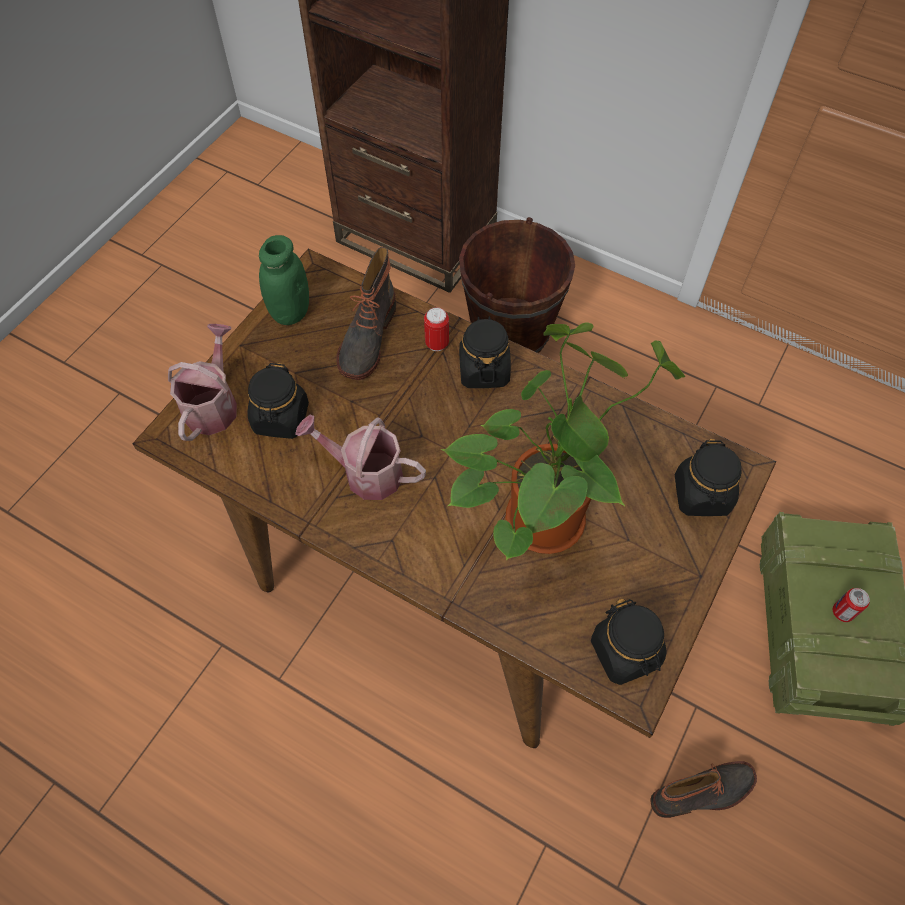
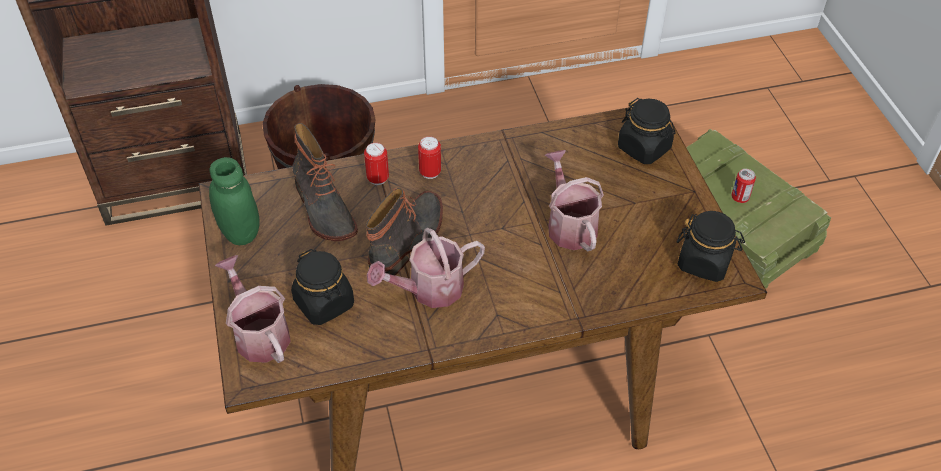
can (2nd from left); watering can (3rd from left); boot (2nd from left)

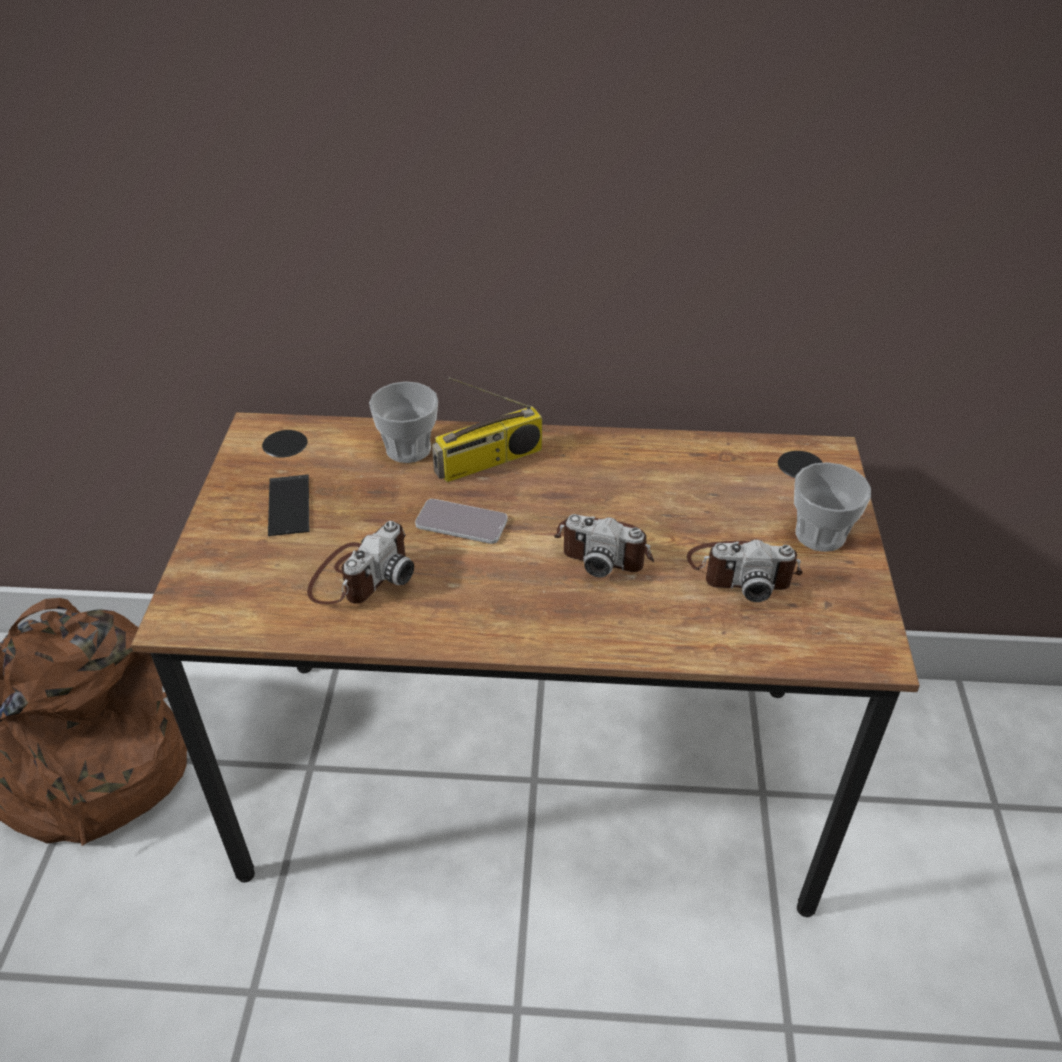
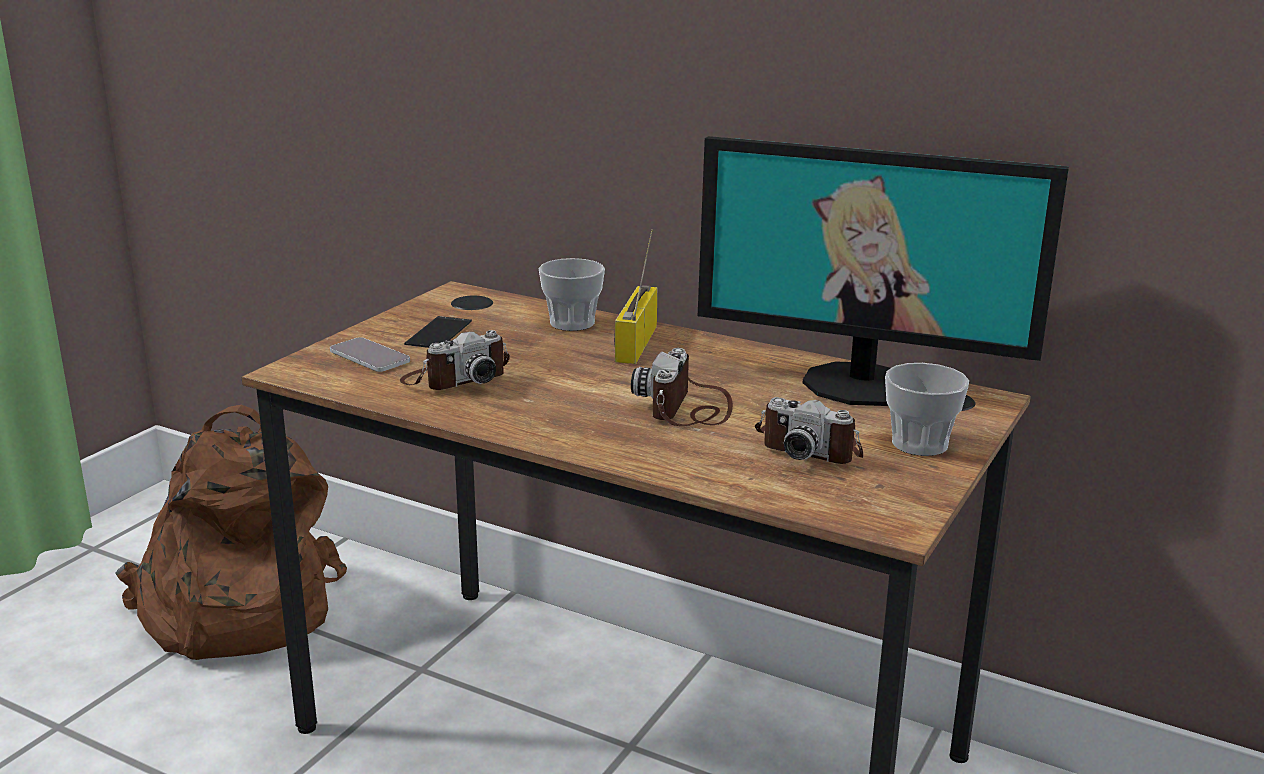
radio; phone (1st from left); photo camera (2nd from left); monitor

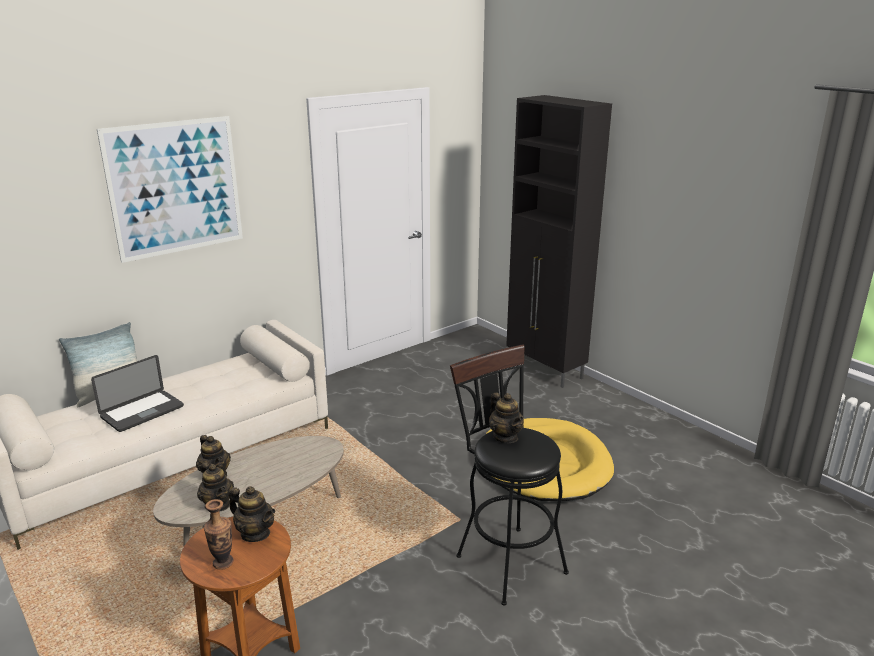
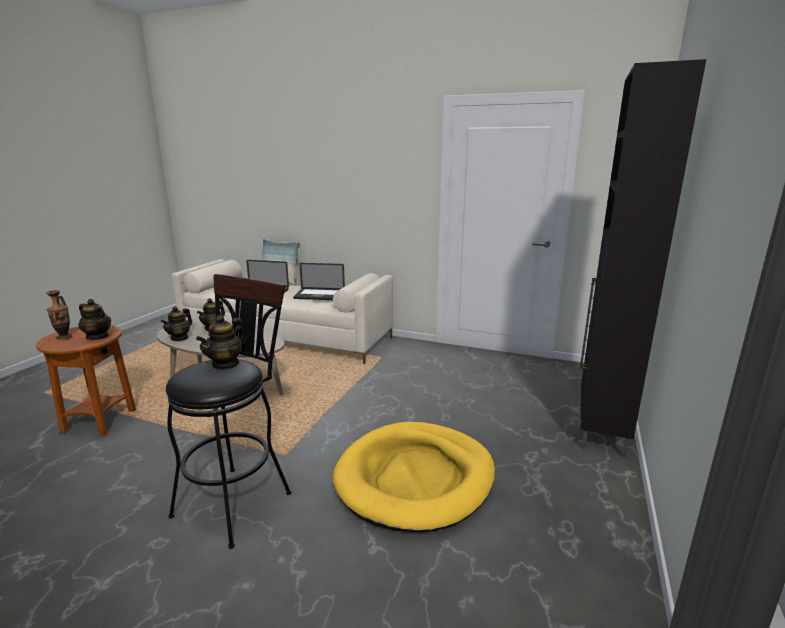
picture; teapot (1st from left); laptop (2nd from left)

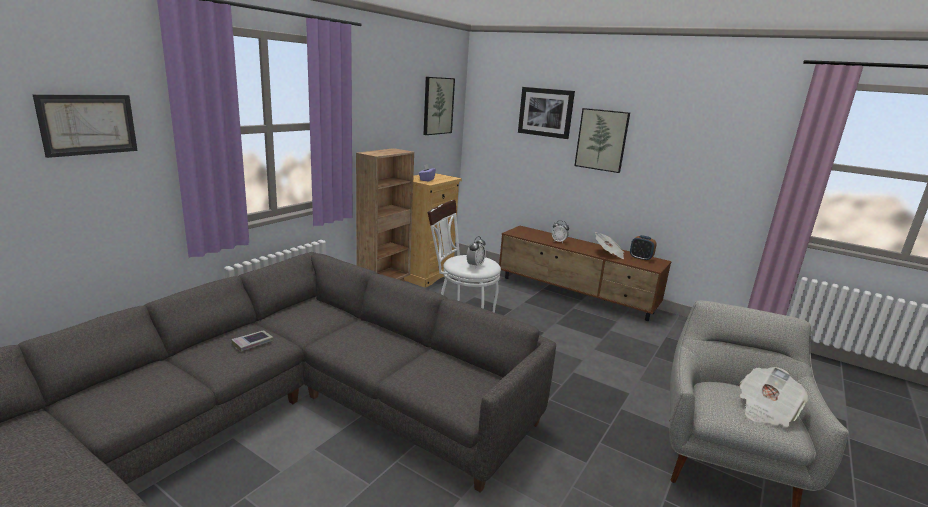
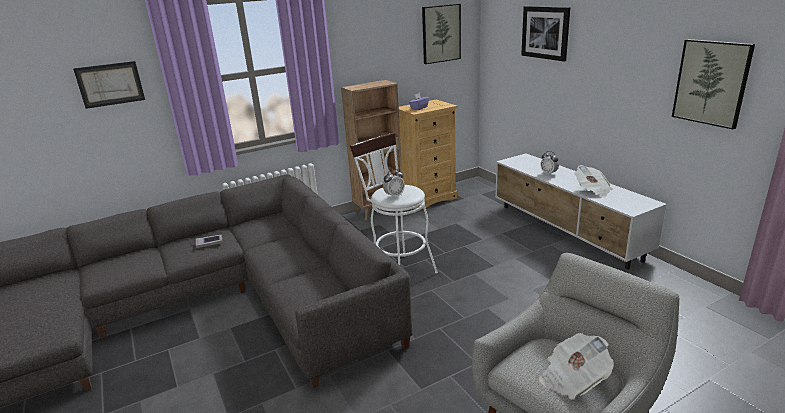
picture (4th from left); tv stand (white); alarm clock (3rd from left in the first image)

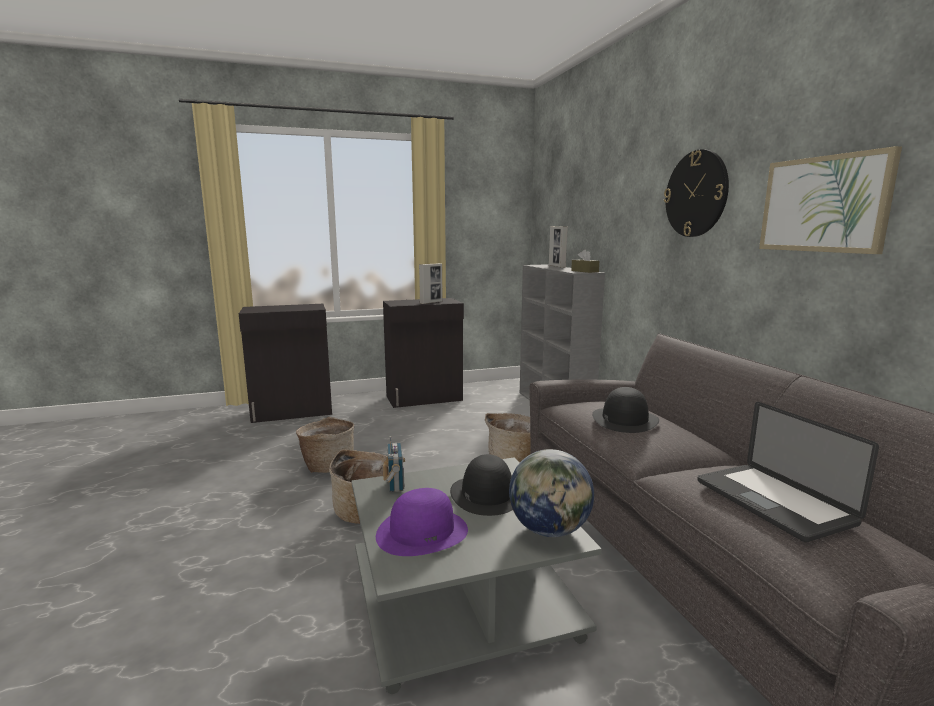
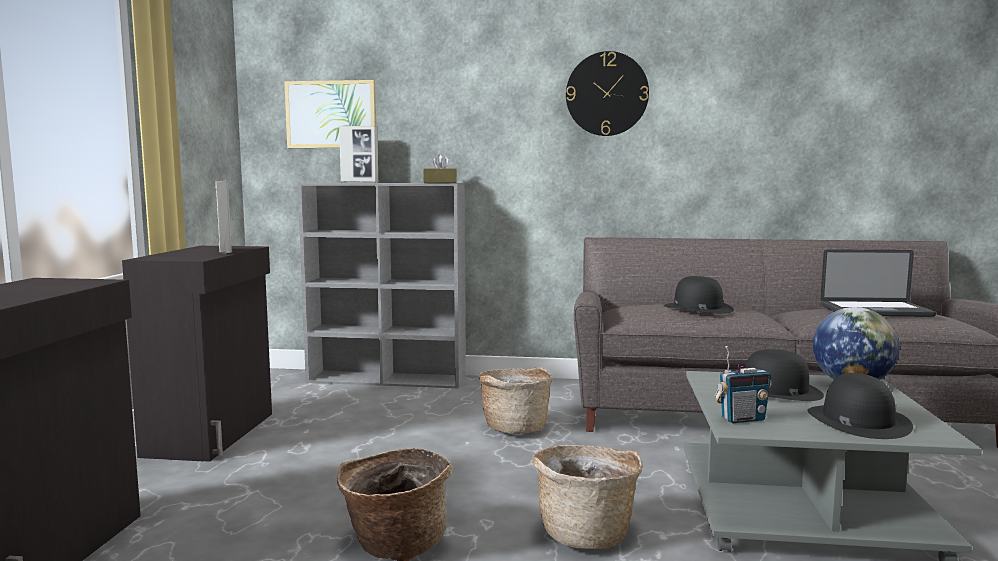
picture; radio; hat (black) (3rd from left)

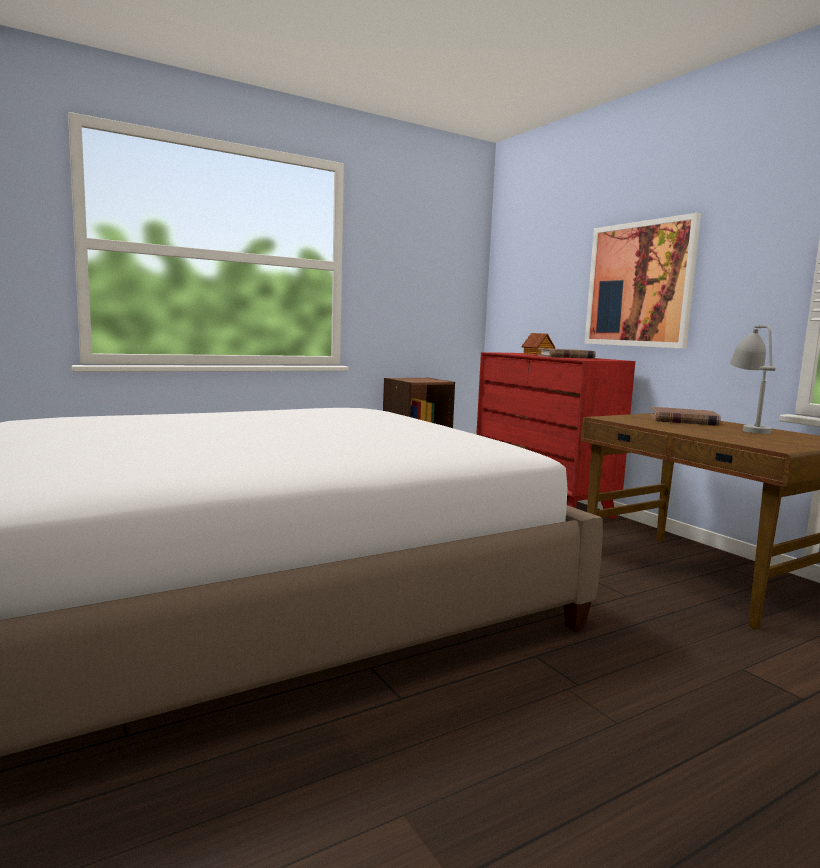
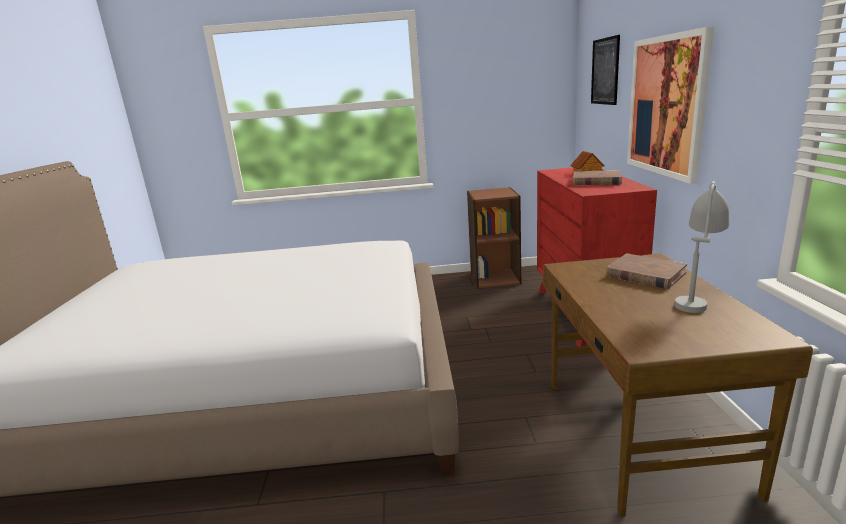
picture (1st from left)

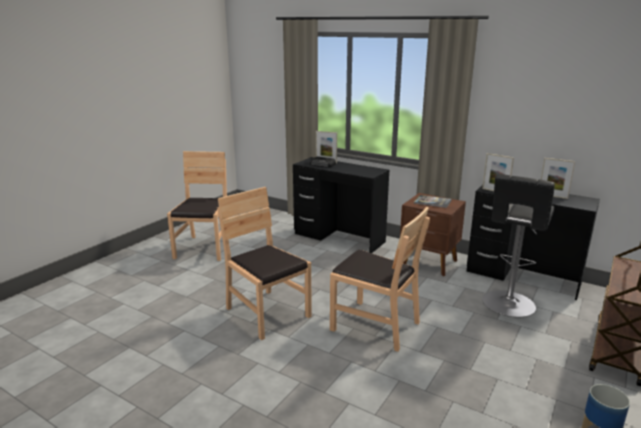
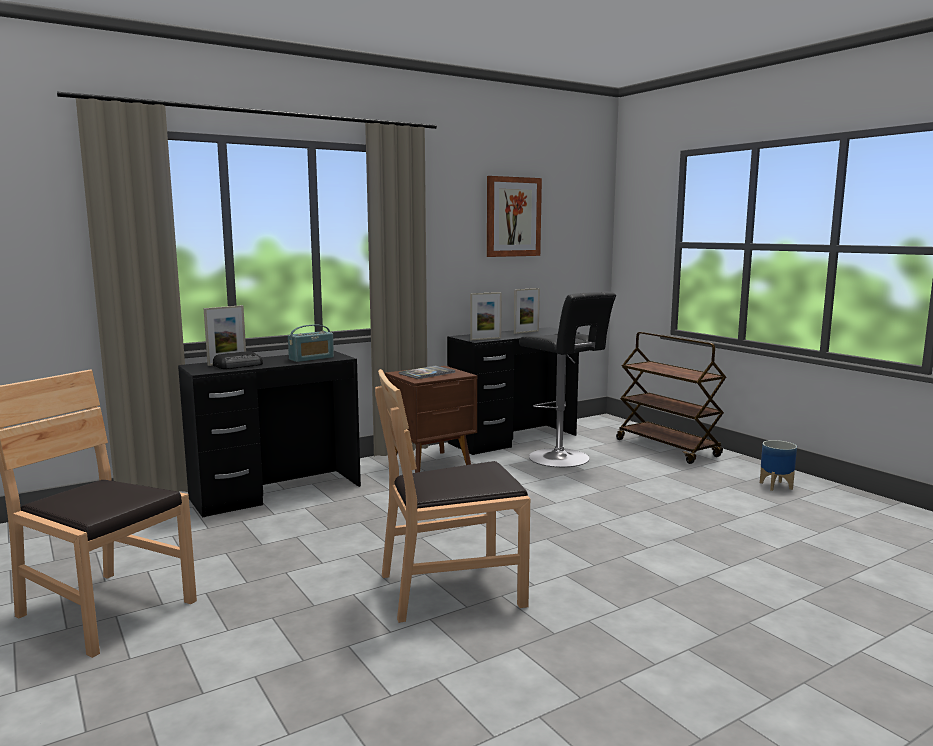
chair (brown) (3rd from left in the first image); picture; radio (2nd from left)

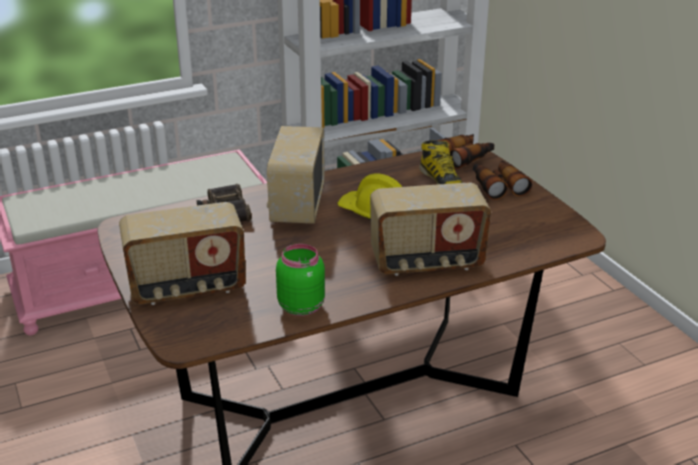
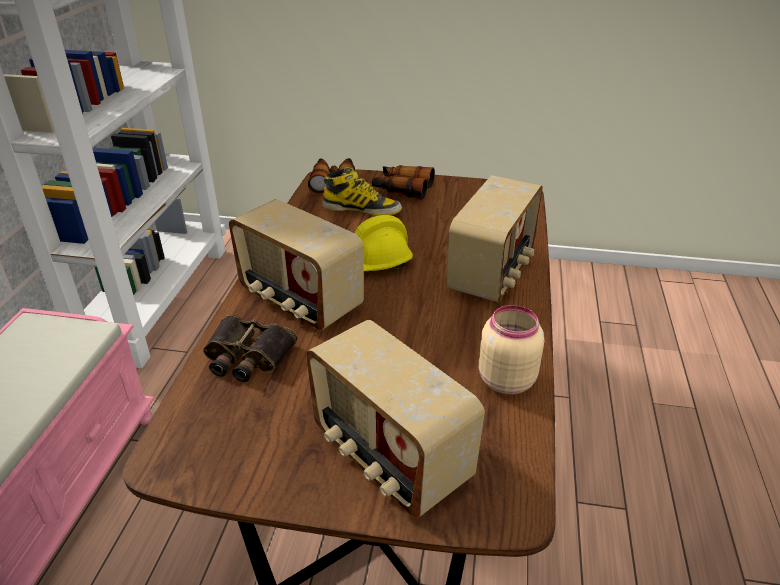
radio (2nd from left); jar (beige)

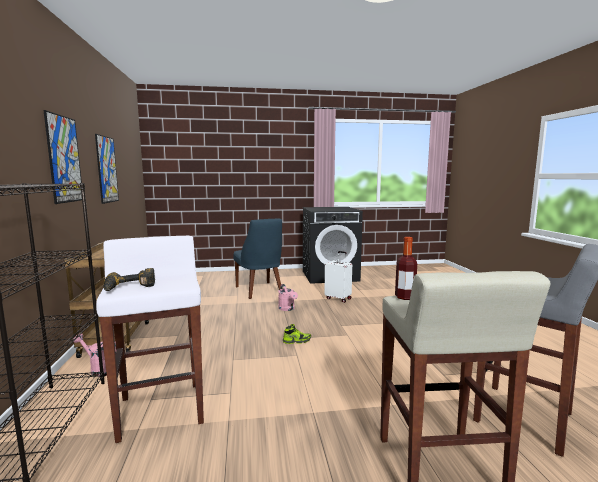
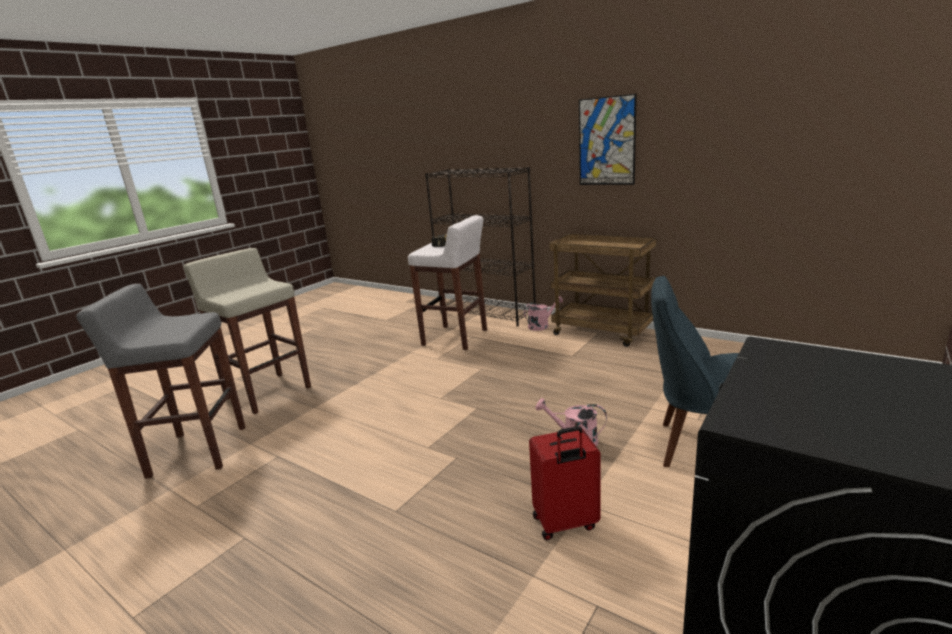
picture (2nd from left in the first image); bottle; suitcase (red); shoe

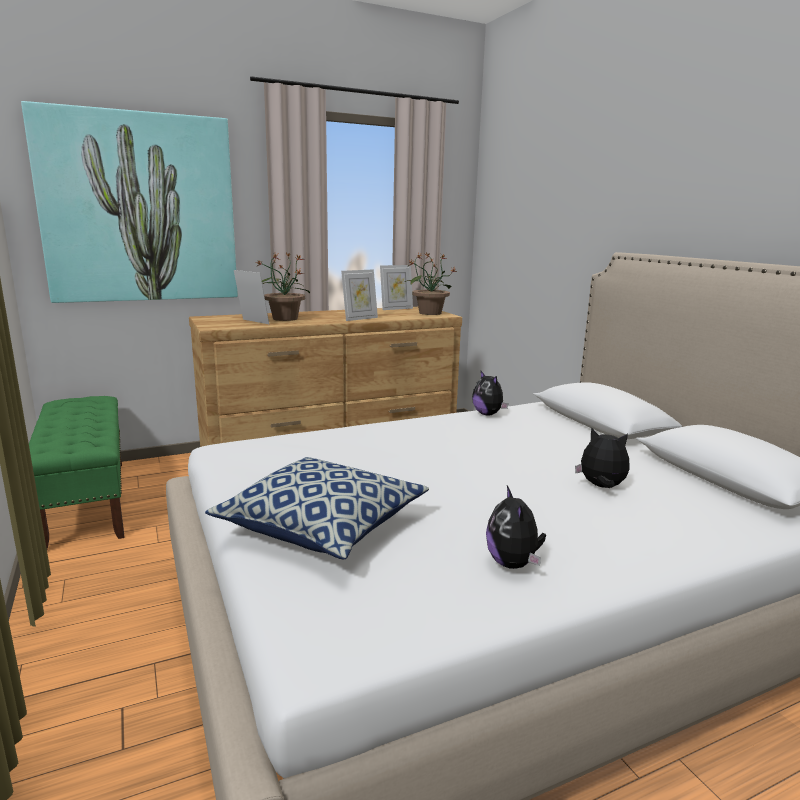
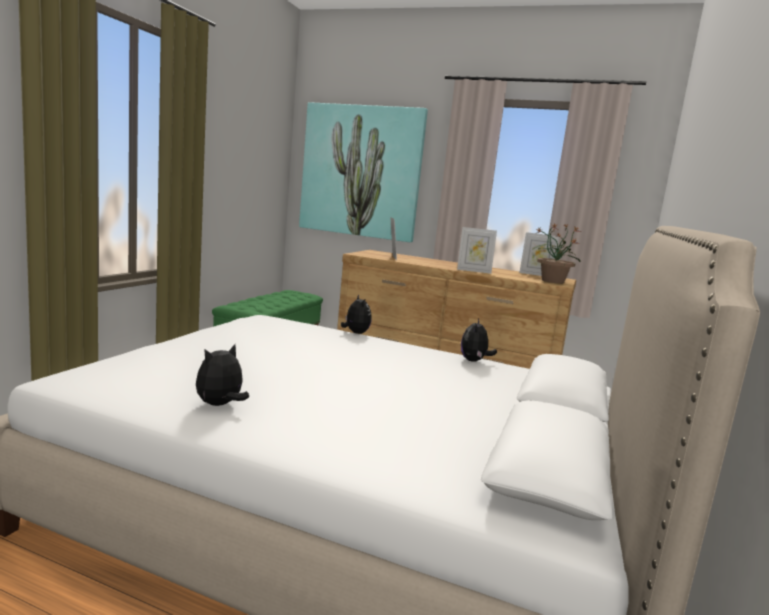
potted plant (1st from left in the first image); plush toy (2nd from left); pillow

